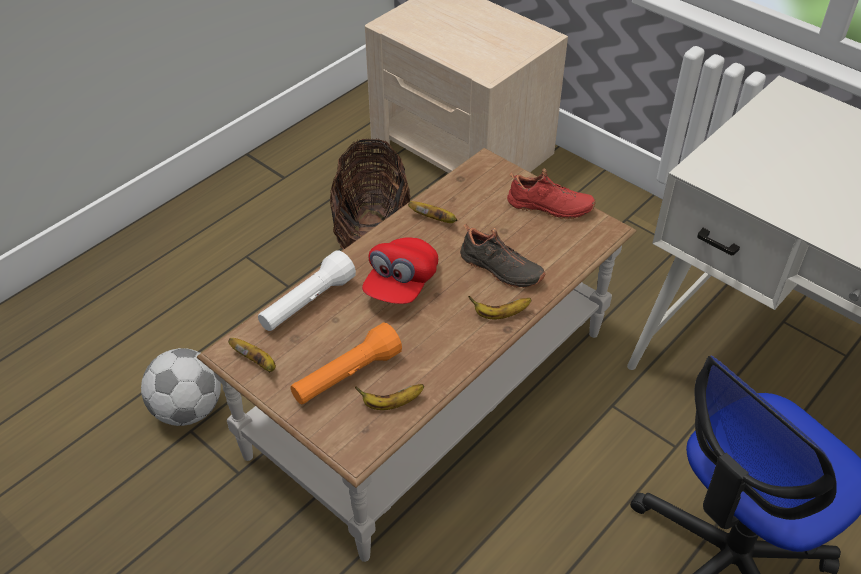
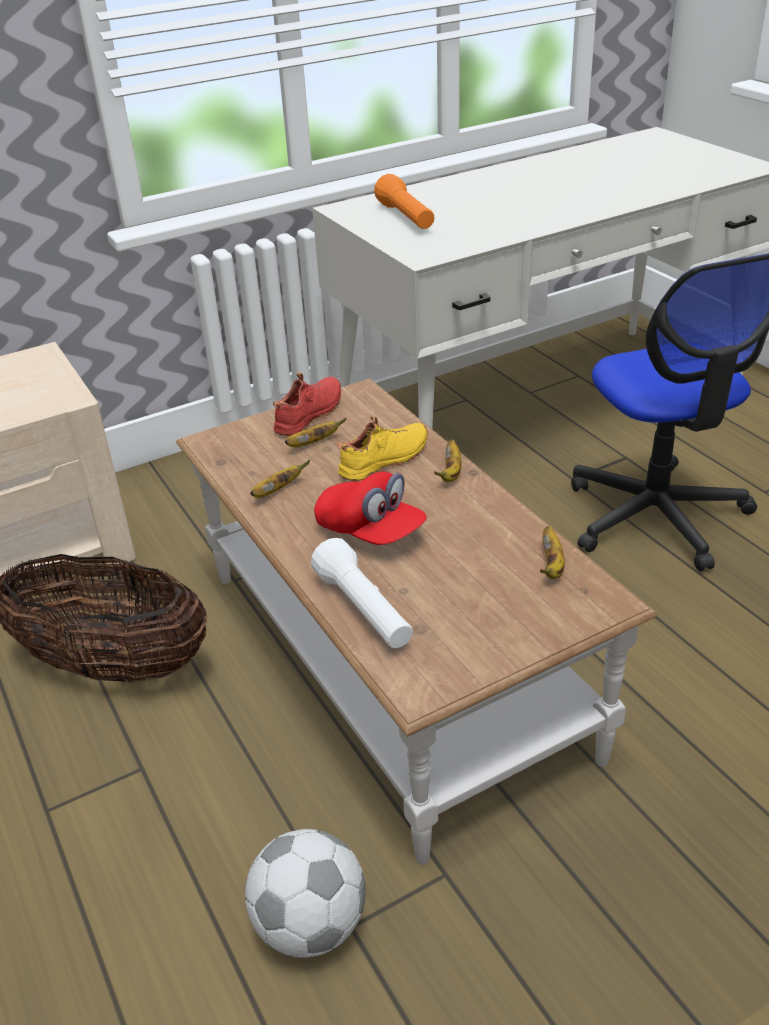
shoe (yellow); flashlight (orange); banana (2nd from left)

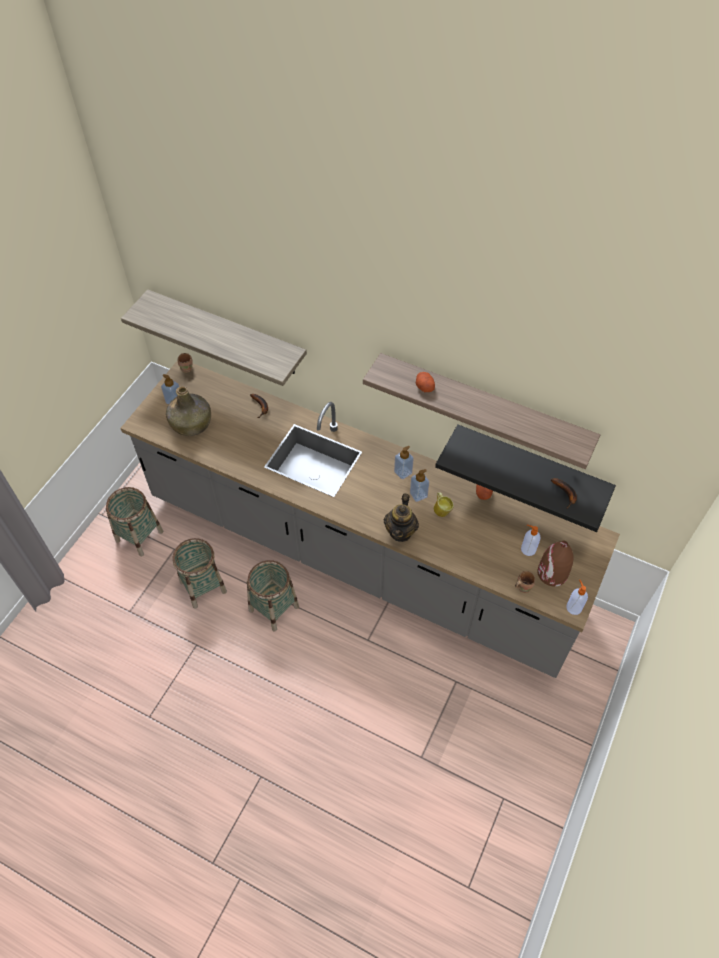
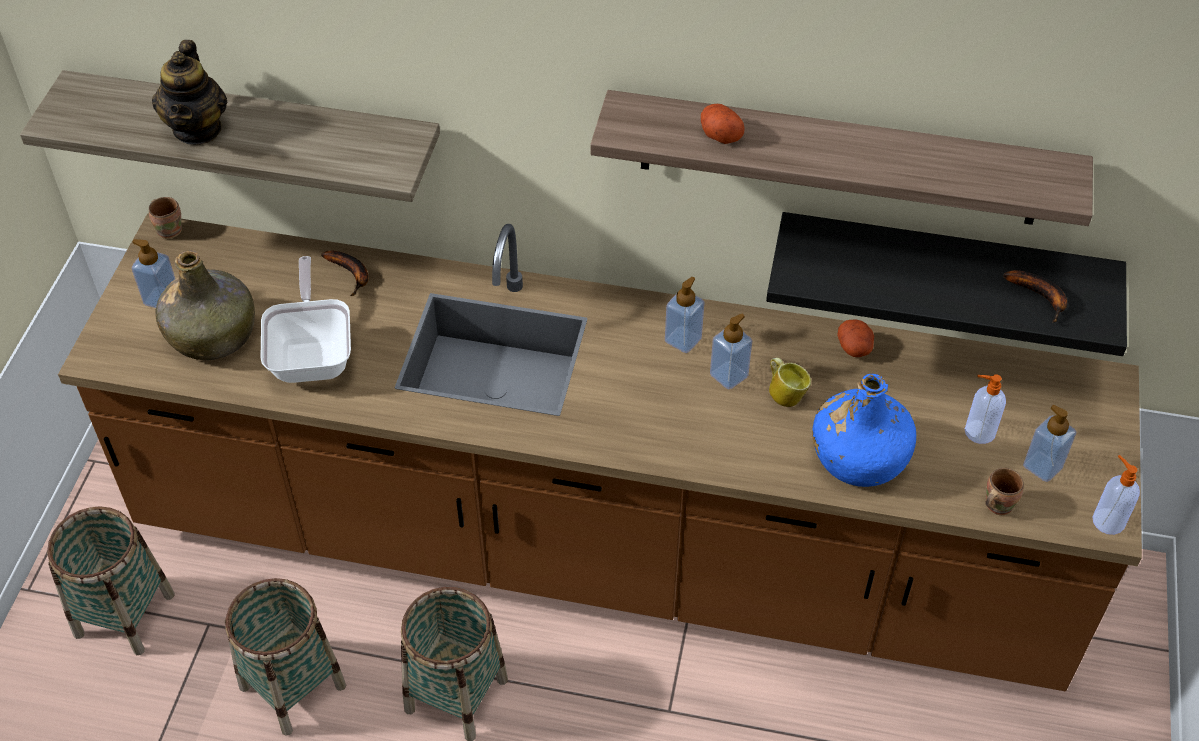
counter (brown); teapot; soap dispenser (5th from left); frying pan; bottle (blue)

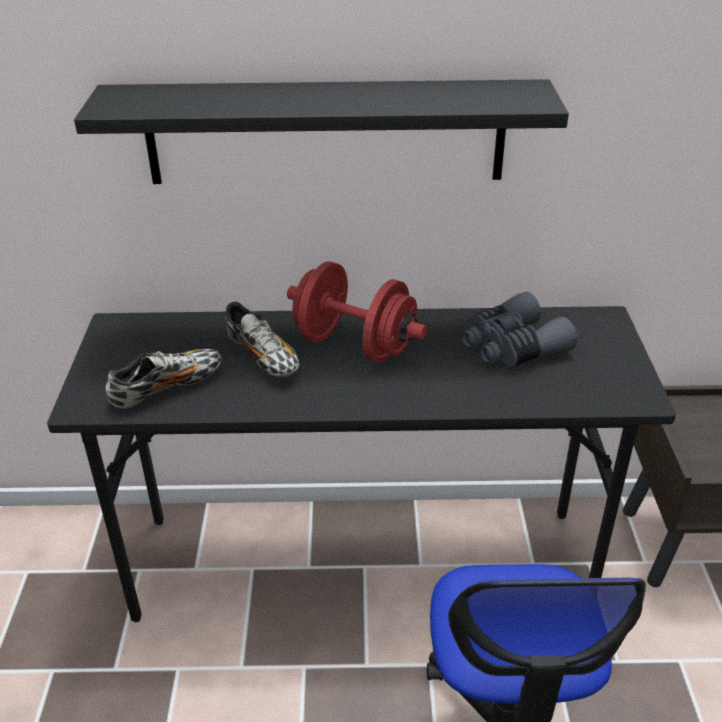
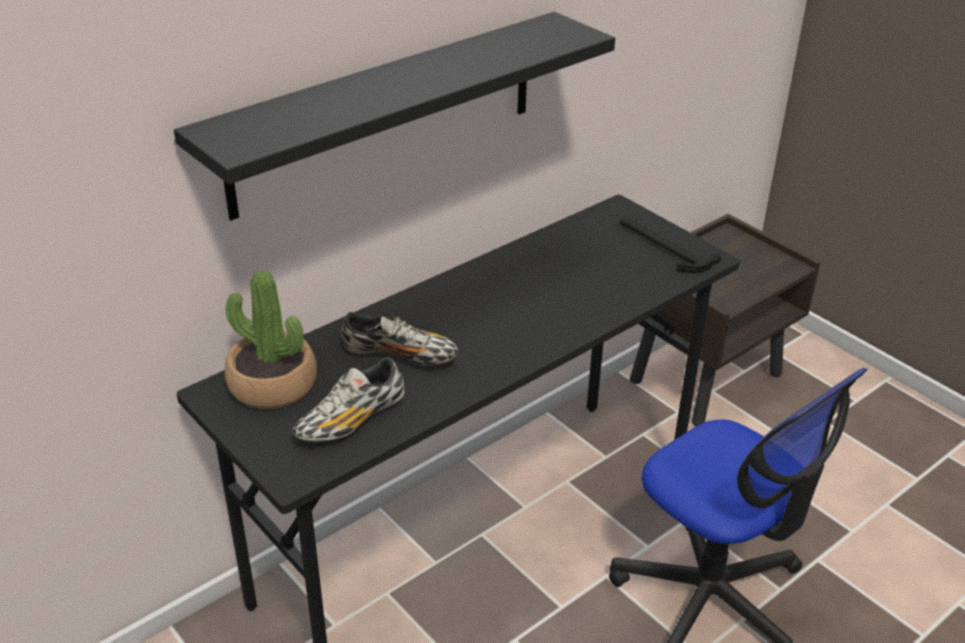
dumbbell (red); binoculars (grey); shoe (1st from left); hammer; potted plant

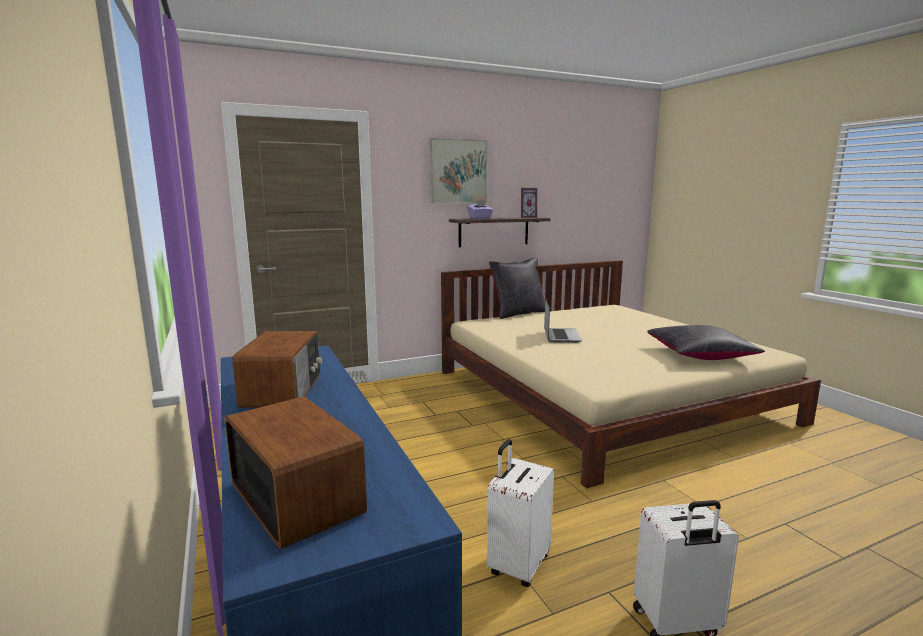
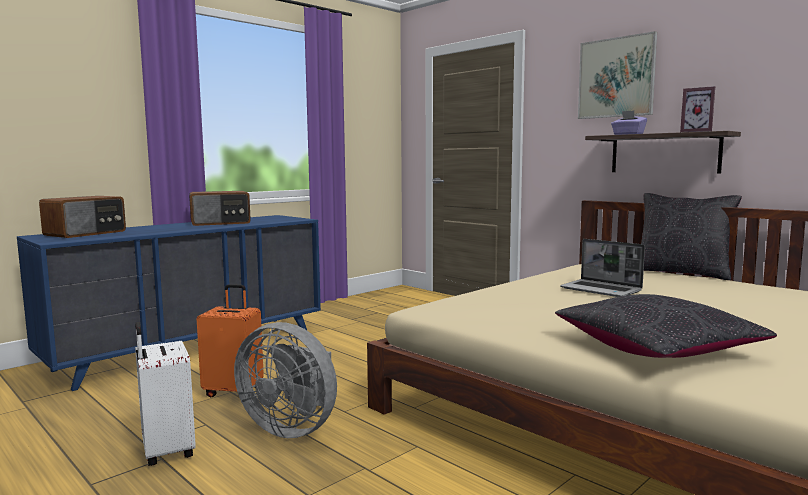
laptop; suitcase (orange); fan (grey)

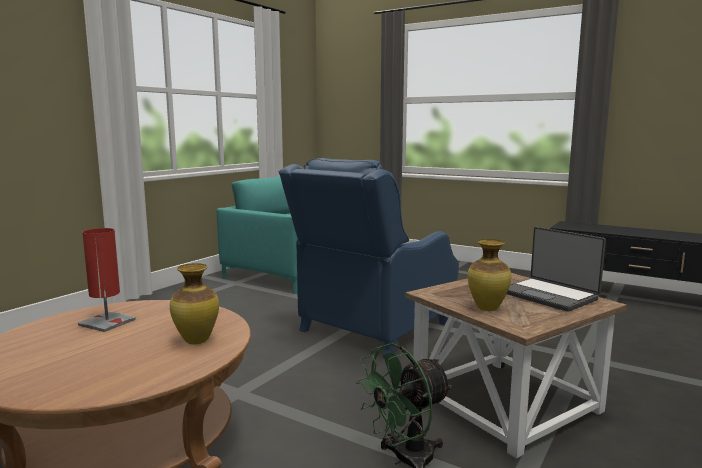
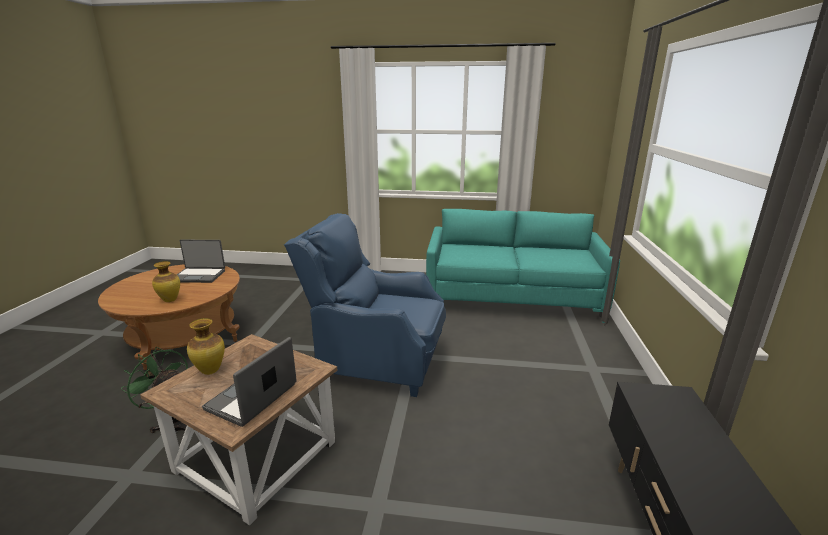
laptop (1st from left)

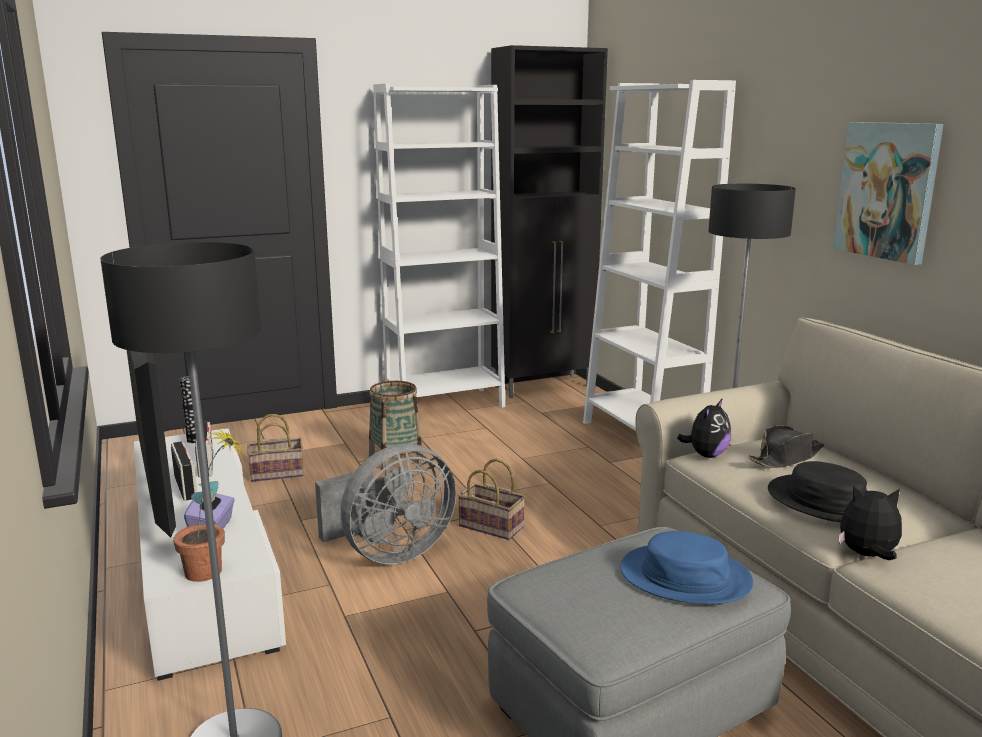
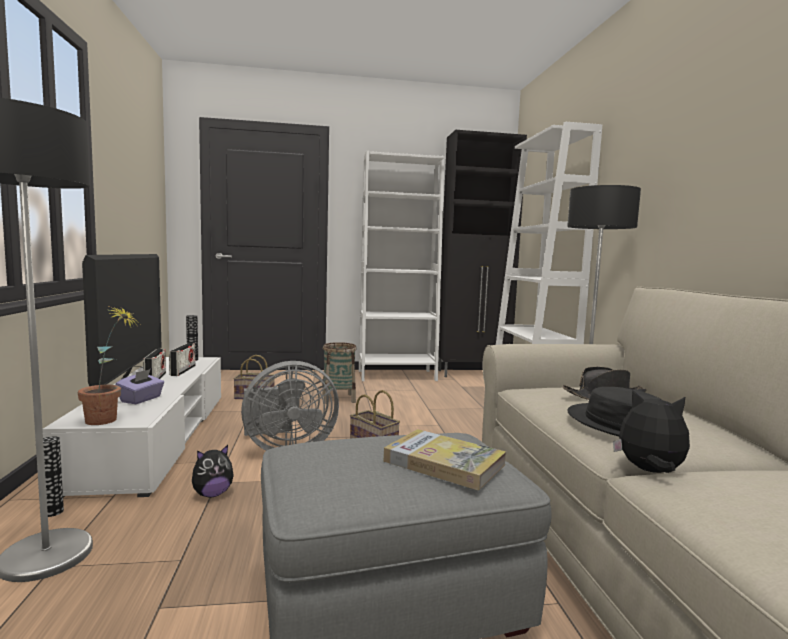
picture; plush toy (1st from left); book; vase (1st from left)

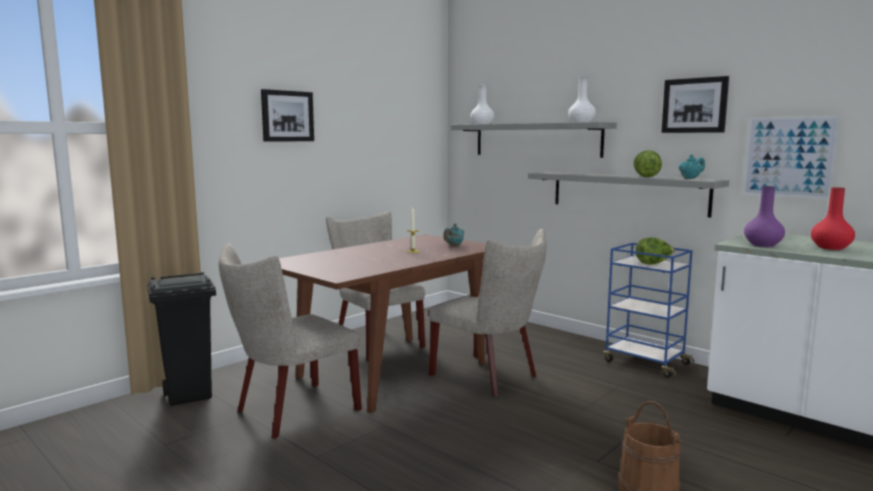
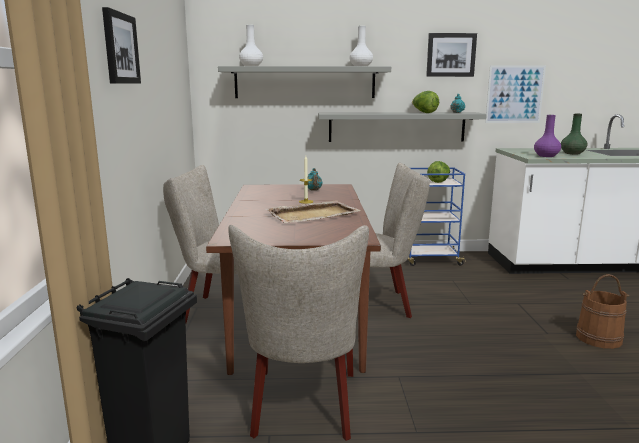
vase (green); tray (beige)

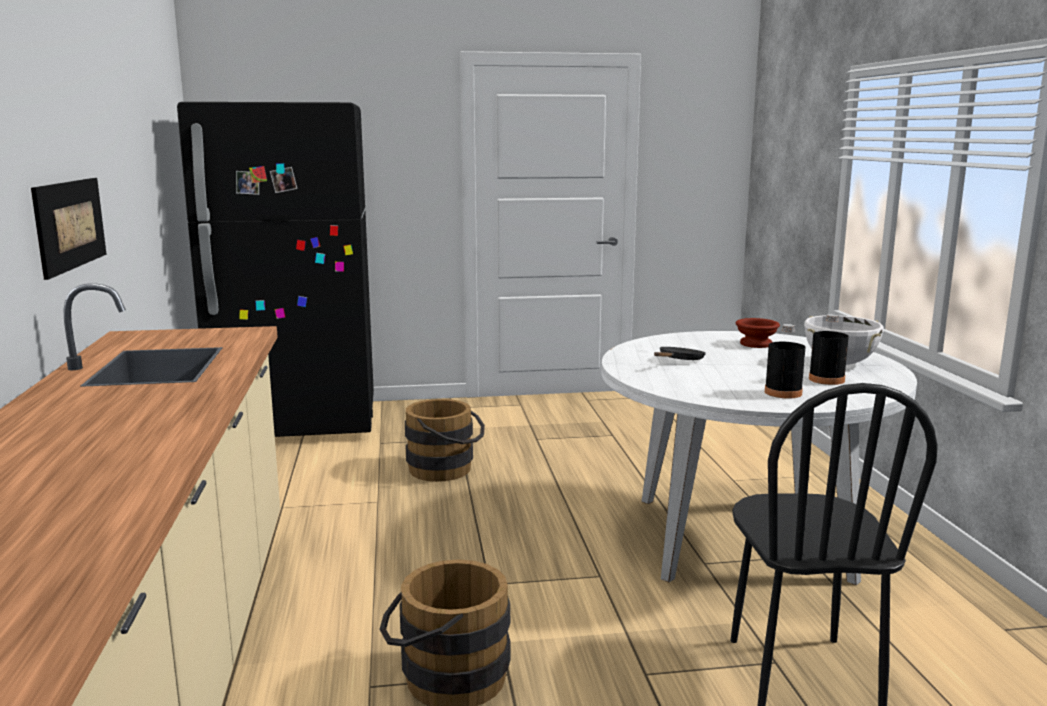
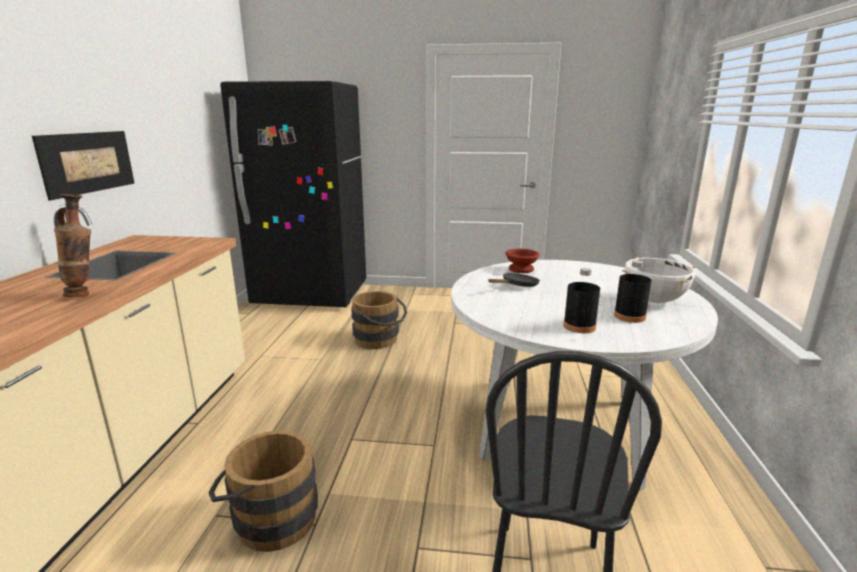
bowl (brown); vase

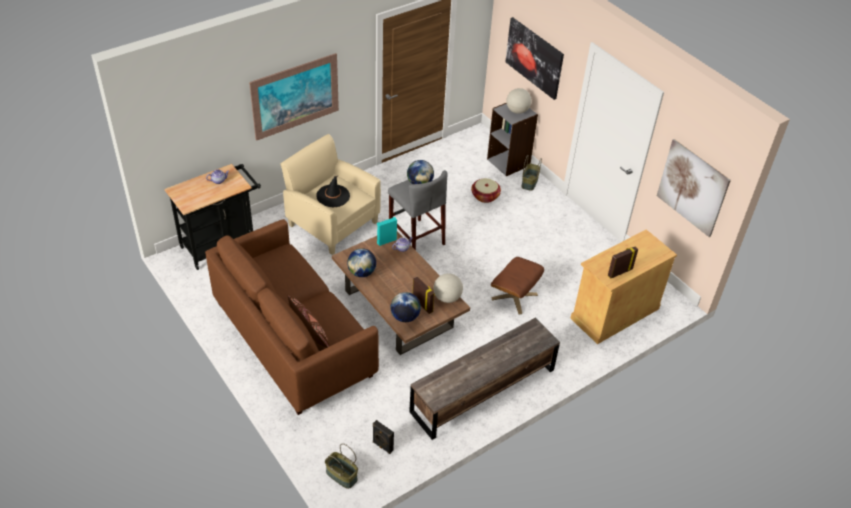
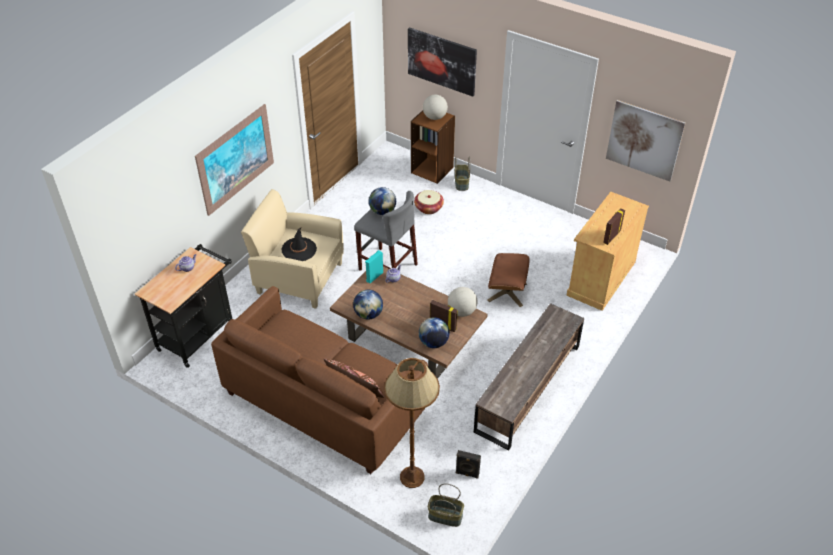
bookcase (brown); floor lamp (brown)

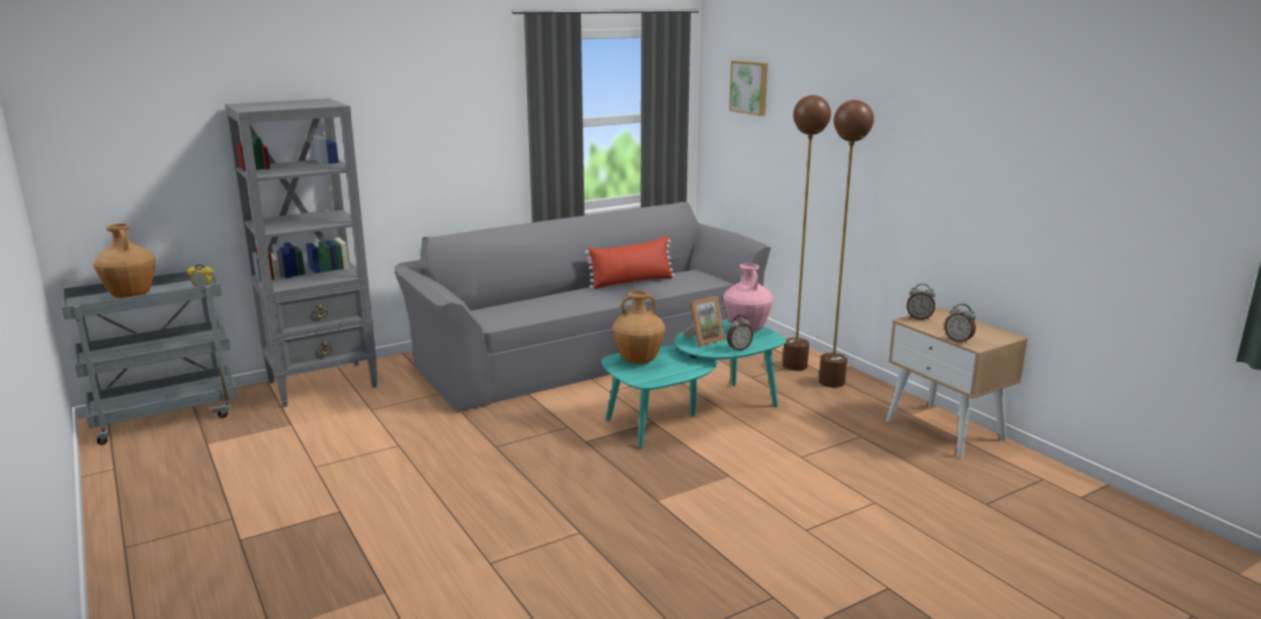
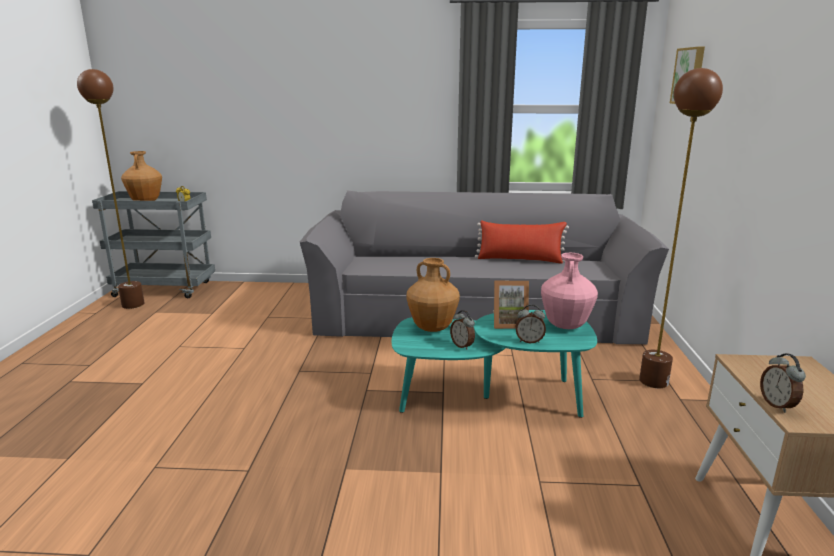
bookcase (grey); floor lamp (brown) (1st from left); alarm clock (2nd from left)

